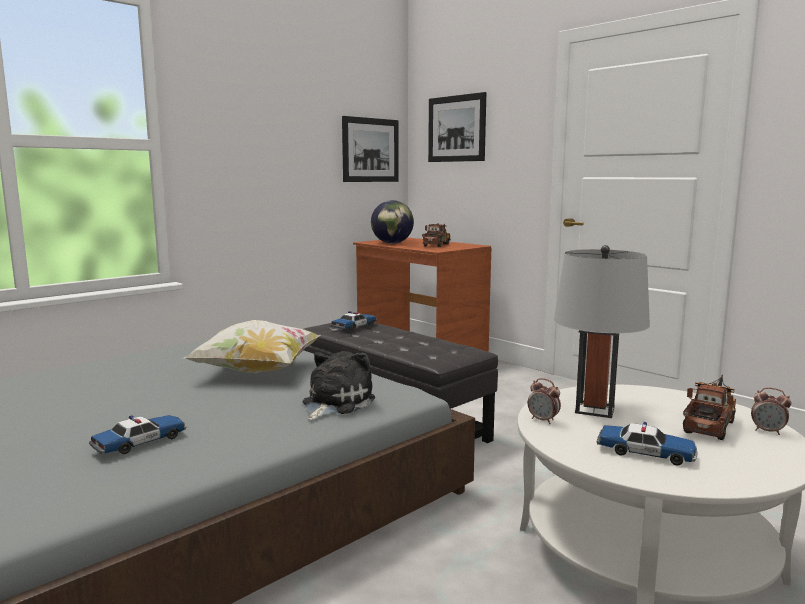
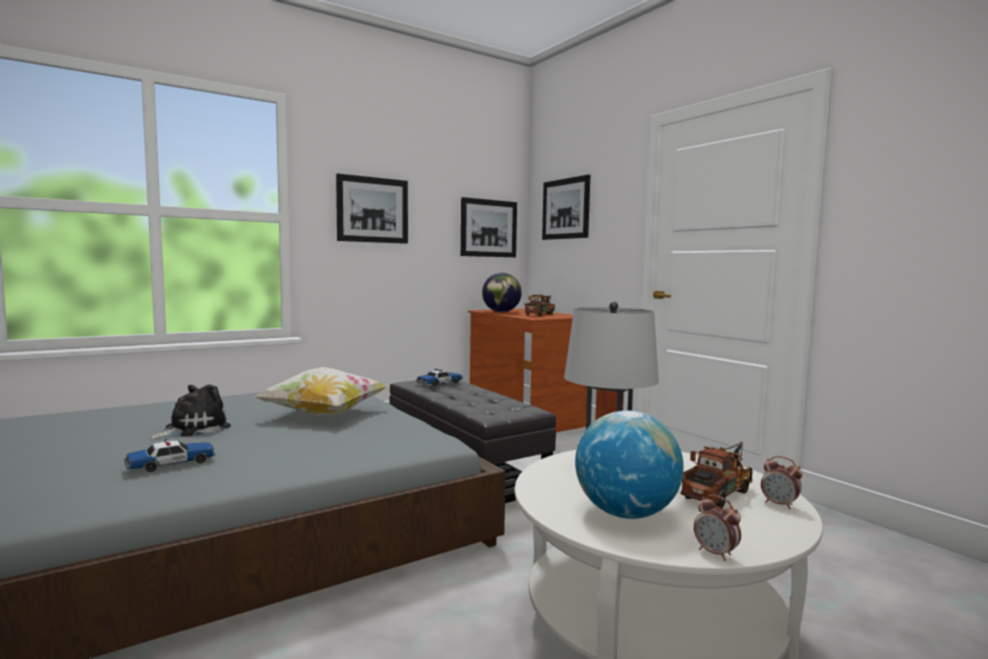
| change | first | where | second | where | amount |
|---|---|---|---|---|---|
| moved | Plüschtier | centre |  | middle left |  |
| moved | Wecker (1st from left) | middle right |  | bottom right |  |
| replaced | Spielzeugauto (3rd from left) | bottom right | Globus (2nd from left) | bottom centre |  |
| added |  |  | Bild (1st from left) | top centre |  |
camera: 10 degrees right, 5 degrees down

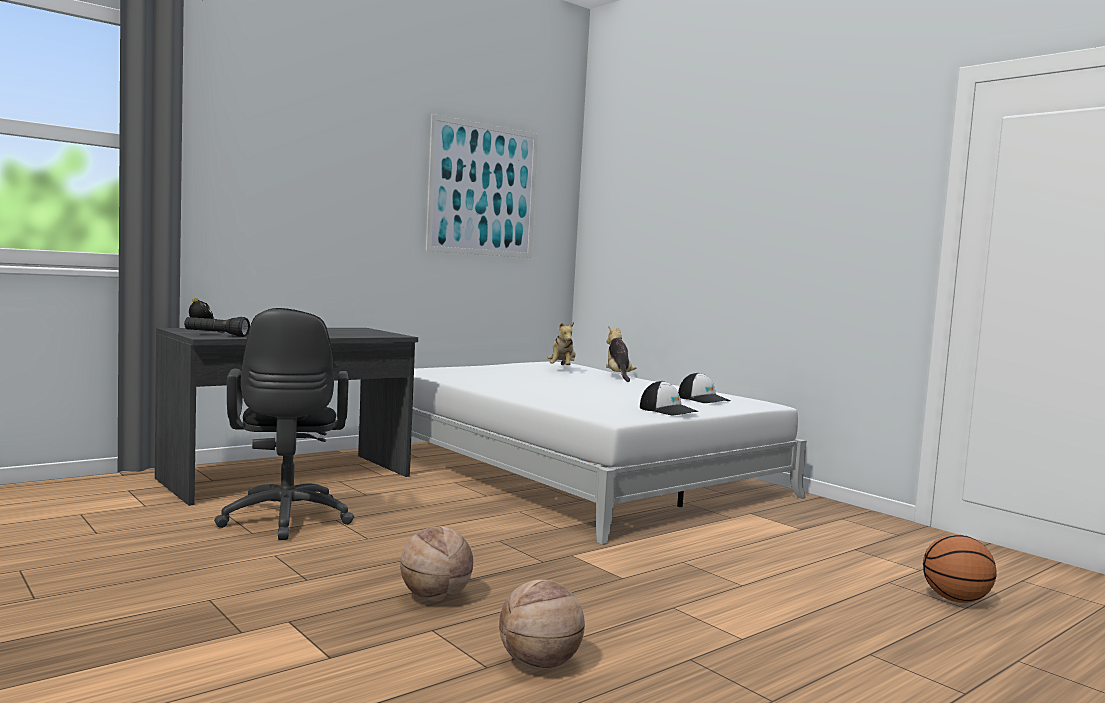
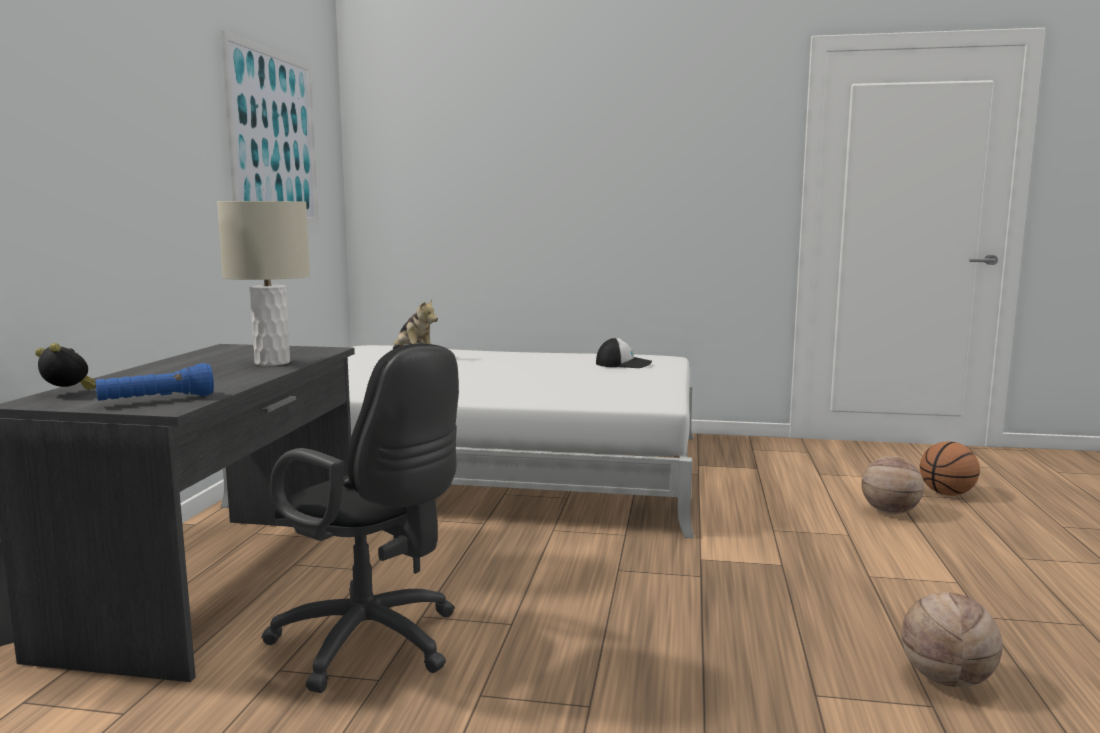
| change | first | where | second | where | amount |
|---|---|---|---|---|---|
| recoloured | Taschenlampe [schwarz] | middle left | Taschenlampe [blau] | middle left |  |
| moved | Basketball (1st from left) | bottom centre |  | middle right |  |
| removed | Plüschtier (2nd from left) | centre |  |  |  |
| removed | Kappe (1st from left) | centre |  |  |  |
| added |  |  | Tischlampe [beige] | middle left |  |
camera: 40 degrees left, 5 degrees up

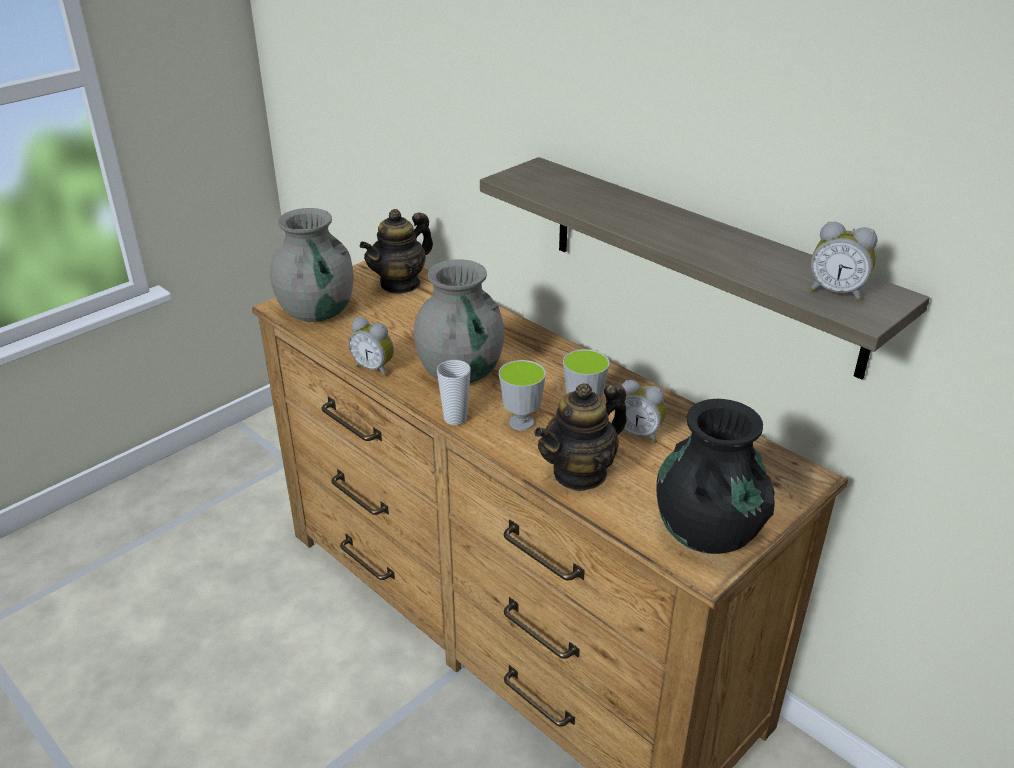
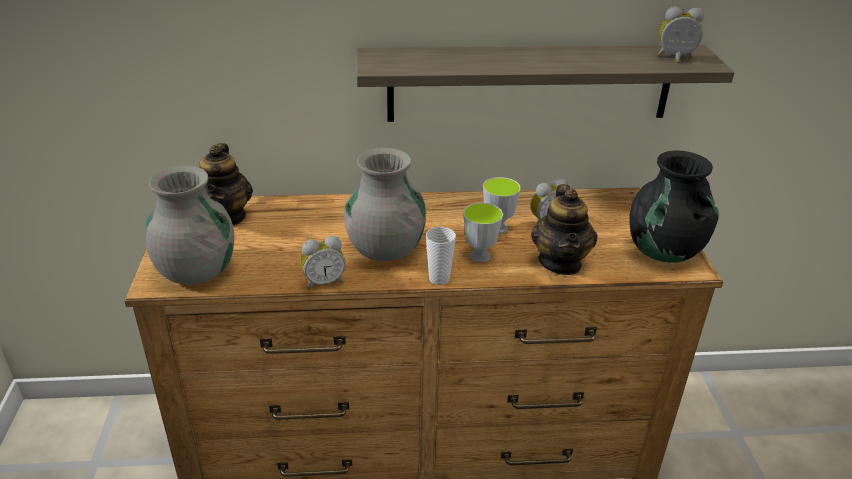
| change | first | where | second | where | amount |
|---|---|---|---|---|---|
| turned | Wecker (3rd from left) | middle right |  | top right | 150 degrees counterclockwise |
camera: 50 degrees left, 0 degrees up

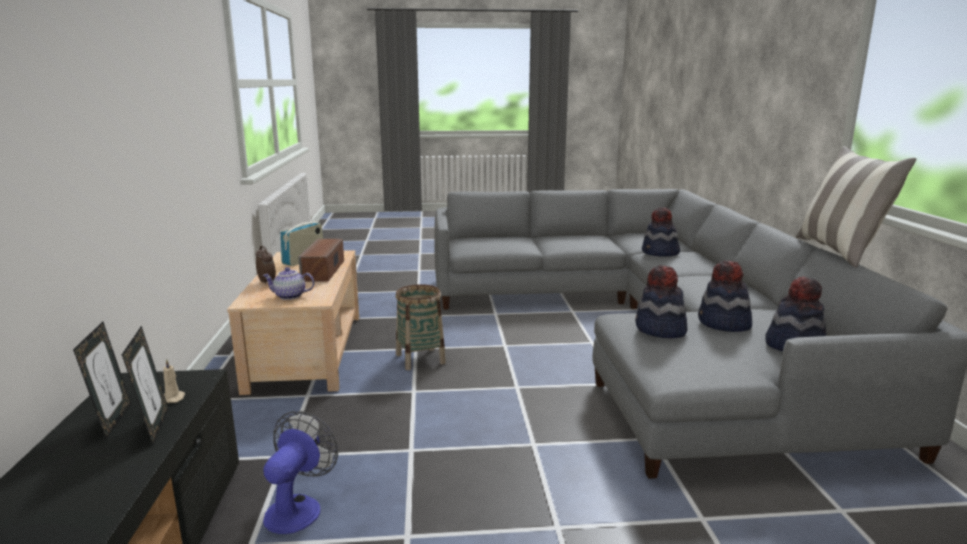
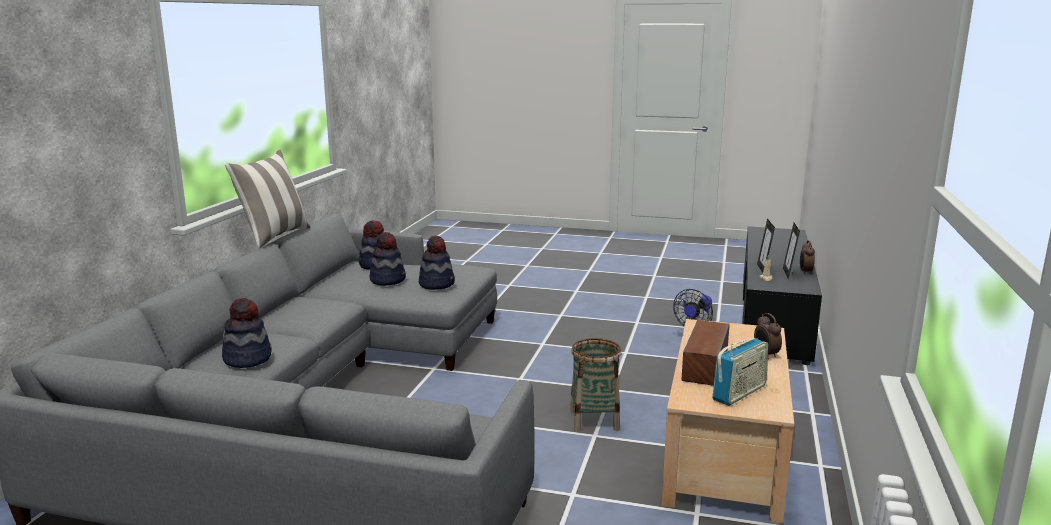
| change | first | where | second | where | amount |
|---|---|---|---|---|---|
| removed | Teekanne | middle left |  |  |  |
| added |  |  | Wecker (2nd from left) | middle right |  |
camera: 160 degrees left, 0 degrees up

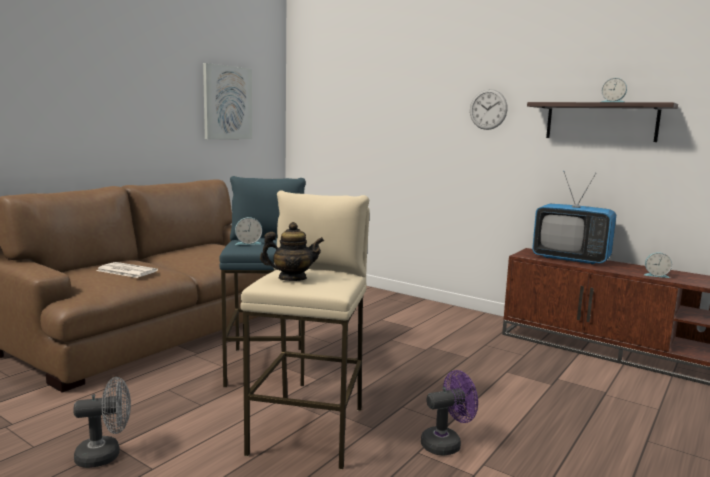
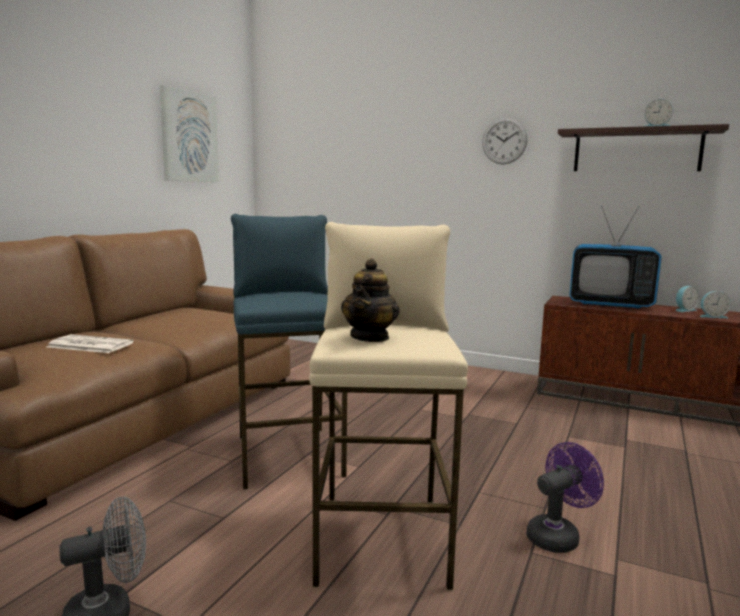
| change | first | where | second | where | amount |
|---|---|---|---|---|---|
| moved | Wecker (1st from left in the first image) | centre | Wecker (2nd from left) | middle right |  |
| turned | Teekanne | centre |  | centre | 120 degrees clockwise |
camera: 10 degrees left, 0 degrees up

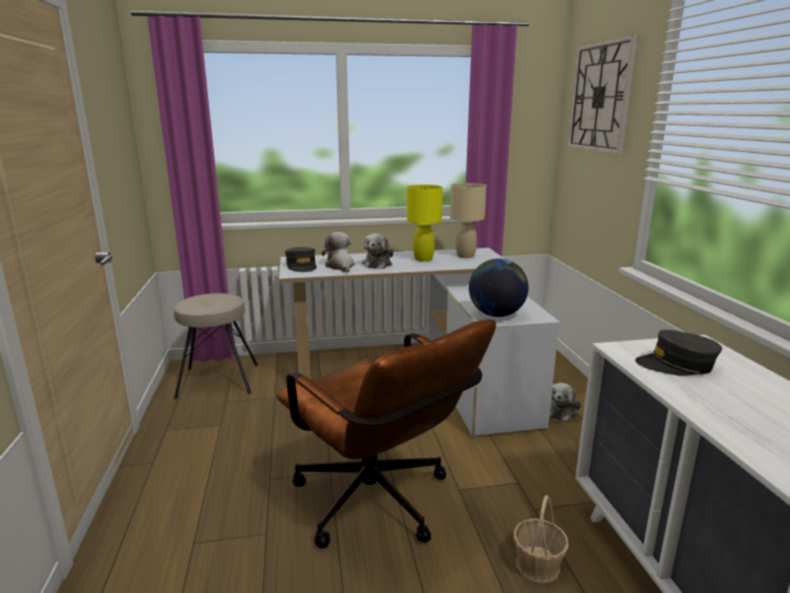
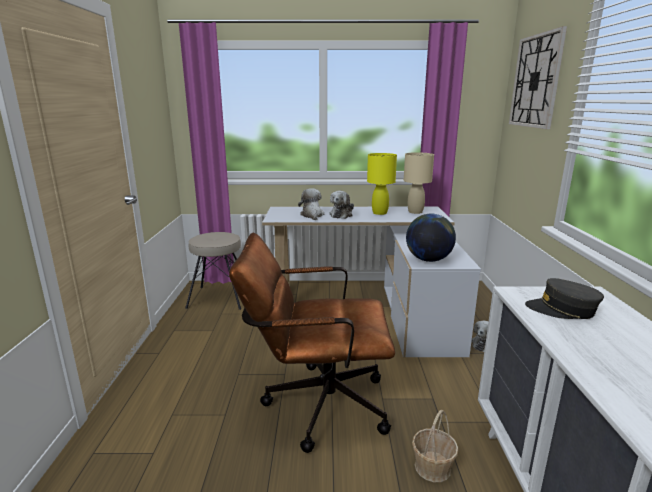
| change | first | where | second | where | amount |
|---|---|---|---|---|---|
| turned | Bürostuhl [braun] | bottom centre |  | bottom centre | 120 degrees clockwise |
| removed | Kappe [grau] (1st from left) | centre |  |  |  |
camera: 10 degrees right, 0 degrees up

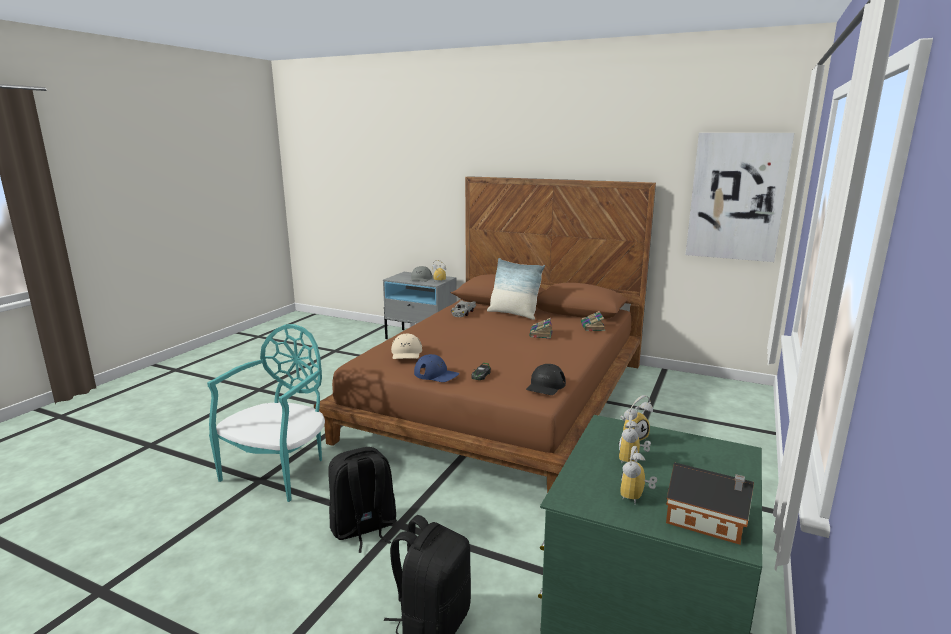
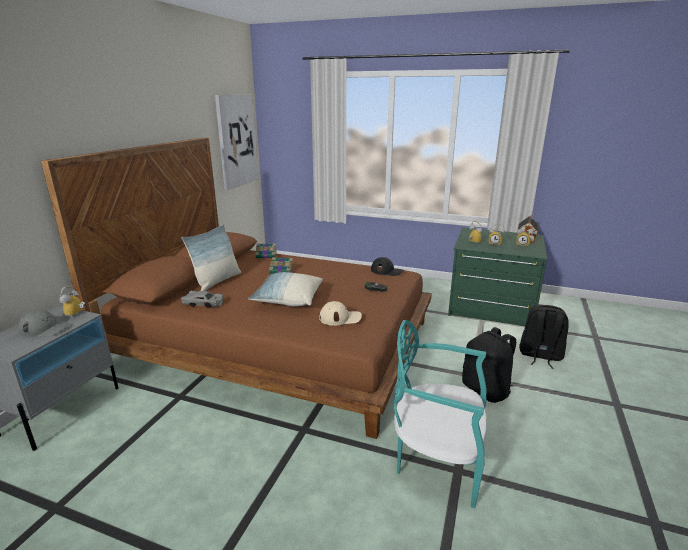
| change | first | where | second | where | amount |
|---|---|---|---|---|---|
| removed | Kappe [blau] | centre |  |  |  |
| added |  |  | Kissen (2nd from left) | centre |  |
camera: 95 degrees left, 5 degrees up

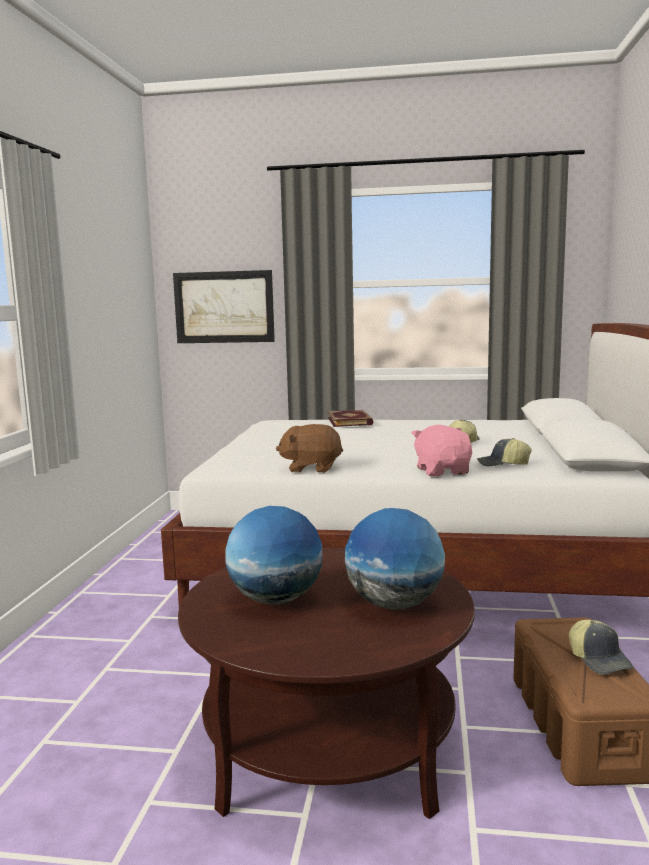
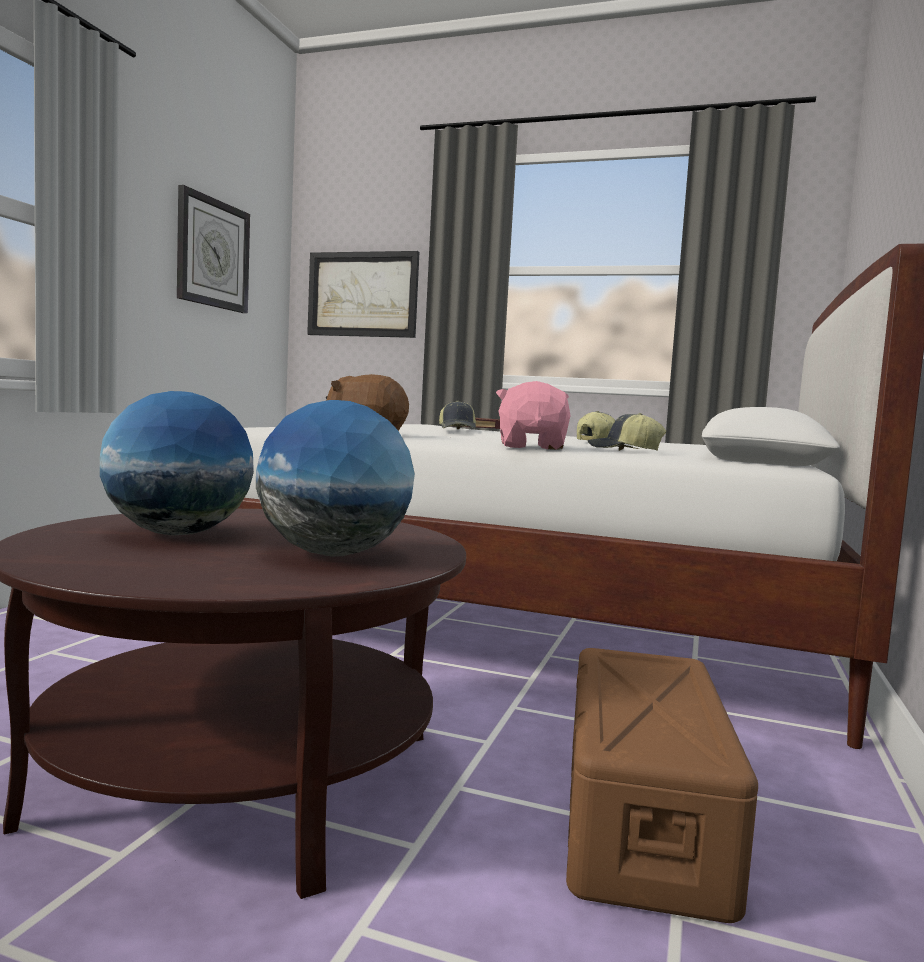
| change | first | where | second | where | amount |
|---|---|---|---|---|---|
| moved | Kappe (3rd from left in the first image) | bottom right | Kappe (1st from left) | centre |  |
| added |  |  | Wanduhr | top left |  |
camera: 10 degrees right, 5 degrees down

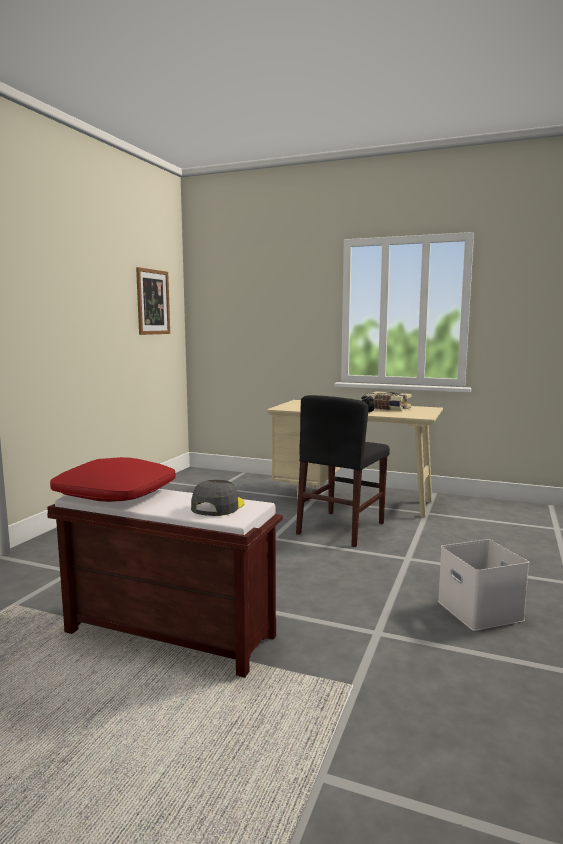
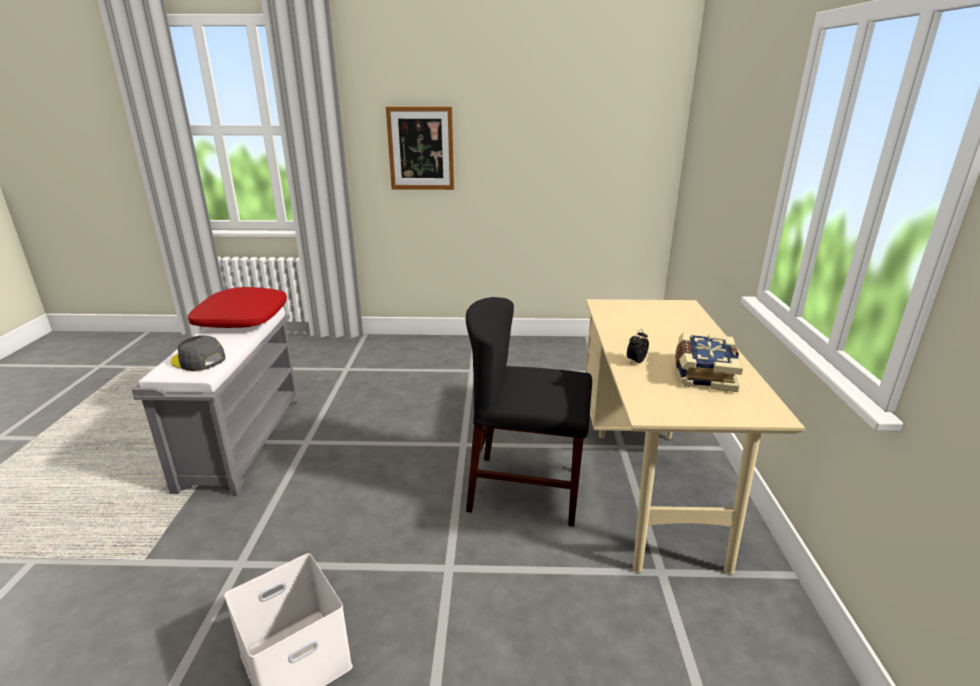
| change | first | where | second | where | amount |
|---|---|---|---|---|---|
| recoloured | Bank [braun] | bottom left | Bank [grau] | middle left |  |
| moved | Bild | middle left |  | top centre |  |
| turned | Kappe [grau] | centre |  | middle left | 150 degrees counterclockwise |
camera: 70 degrees right, 15 degrees up

